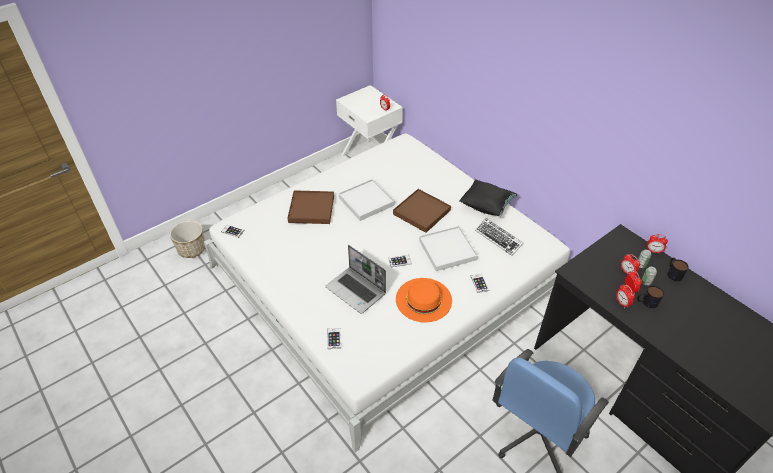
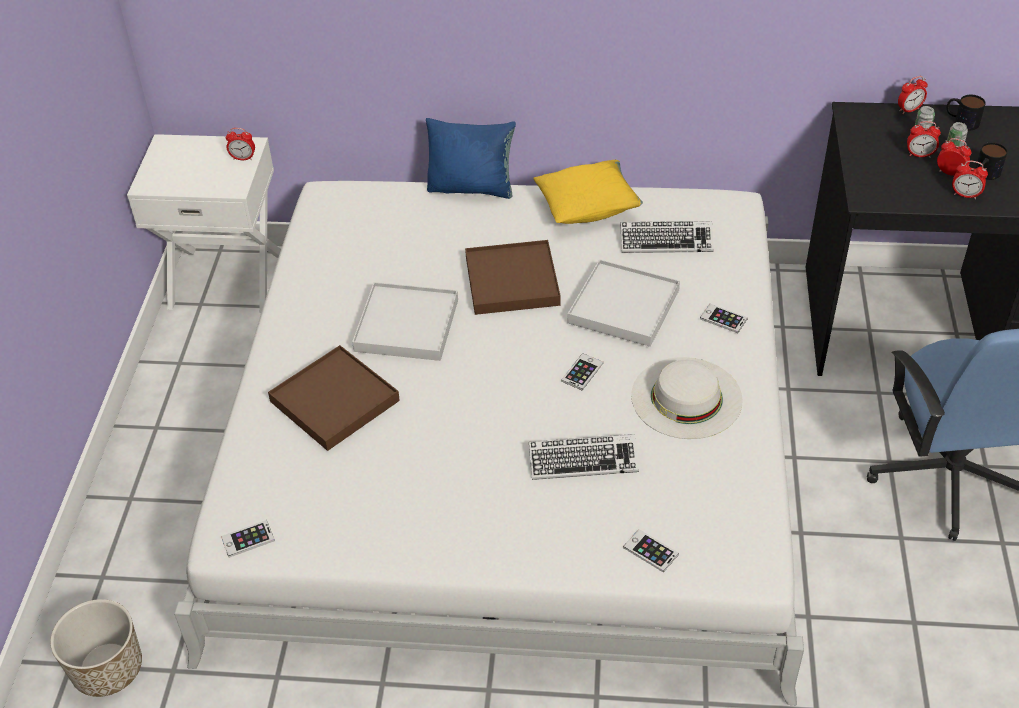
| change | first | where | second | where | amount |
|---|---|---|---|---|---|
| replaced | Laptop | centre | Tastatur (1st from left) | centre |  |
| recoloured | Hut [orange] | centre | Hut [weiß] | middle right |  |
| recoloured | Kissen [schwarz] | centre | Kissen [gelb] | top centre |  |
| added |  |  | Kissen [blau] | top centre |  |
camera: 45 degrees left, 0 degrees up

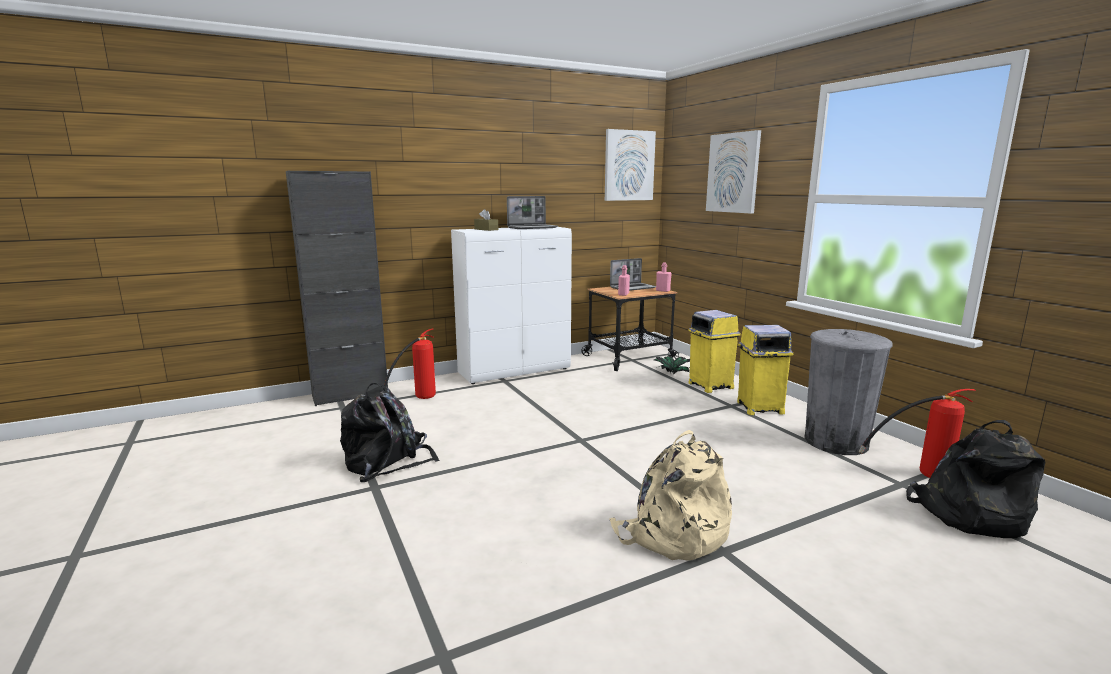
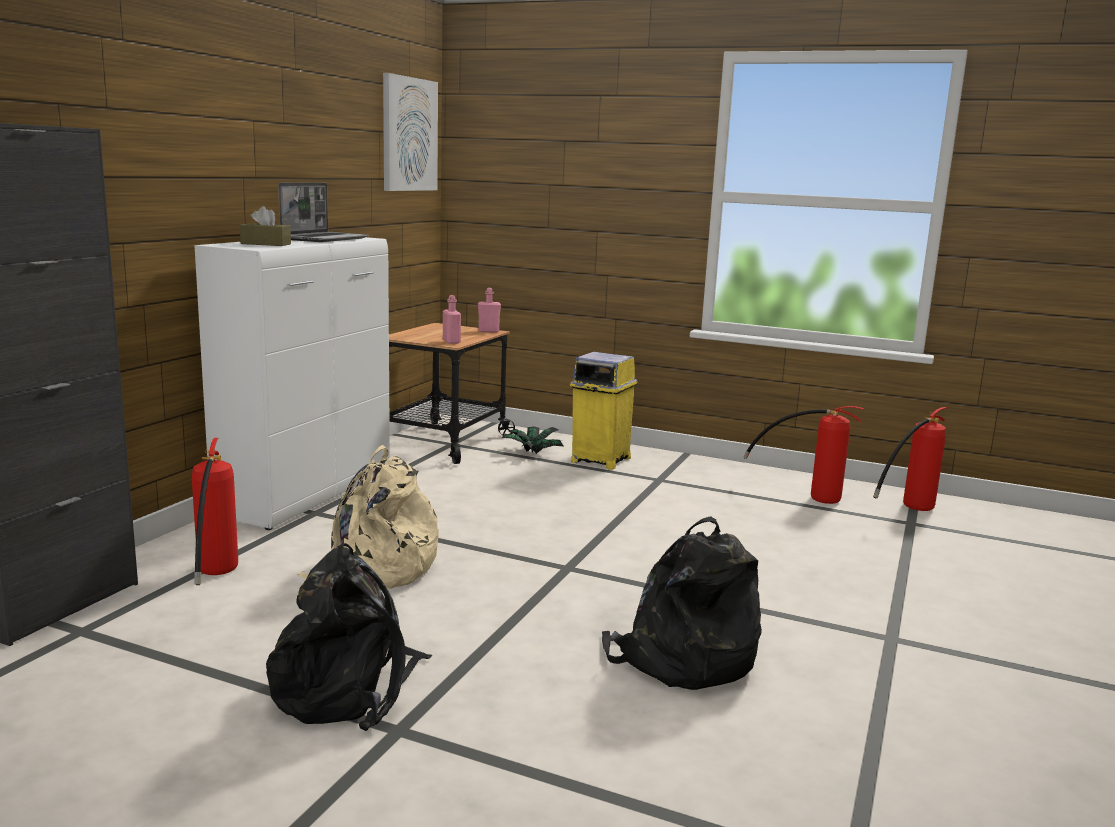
| change | first | where | second | where | amount |
|---|---|---|---|---|---|
| moved | Rucksack [beige] | bottom centre |  | middle left |  |
| removed | Laptop (2nd from left) | centre |  |  |  |
| removed | Bild (2nd from left) | top centre |  |  |  |
| removed | Mülleimer [gelb] (2nd from left) | middle right |  |  |  |
| replaced | Mülleimer [grau] | middle right | Feuerlöscher (2nd from left) | middle right |  |
| moved | Rucksack [schwarz] (2nd from left) | bottom right |  | bottom centre |  |
camera: 40 degrees left, 0 degrees up

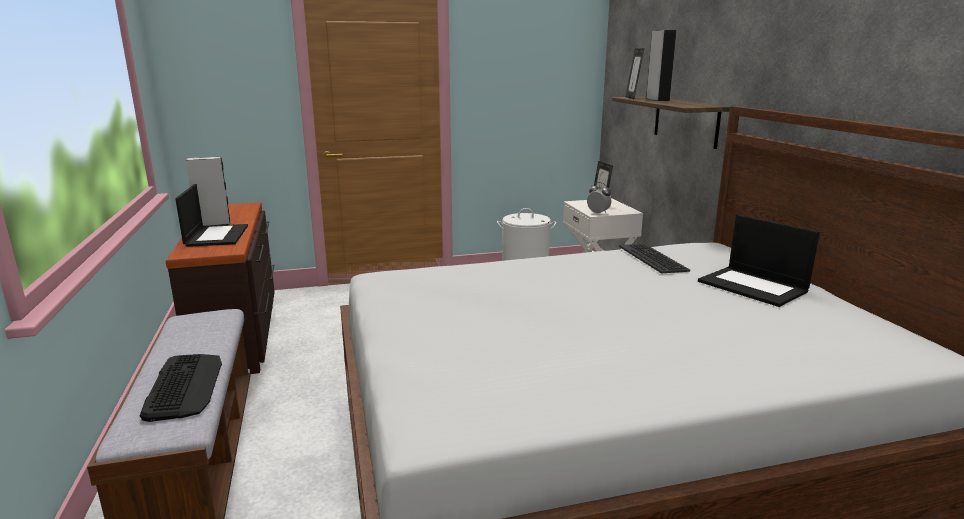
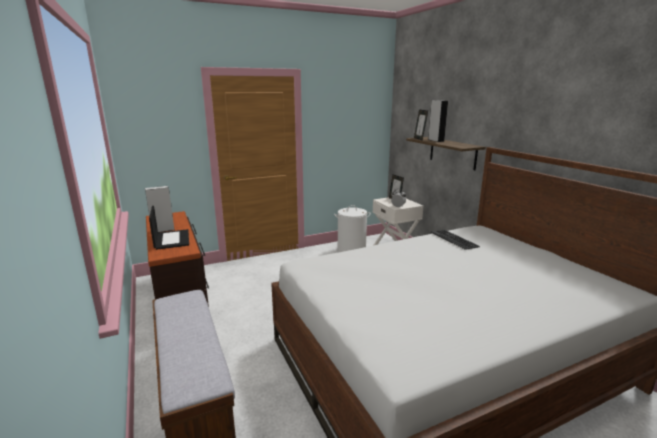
| change | first | where | second | where | amount |
|---|---|---|---|---|---|
| removed | Tastatur (1st from left) | bottom left |  |  |  |
| removed | Laptop (2nd from left) | middle right |  |  |  |
camera: 10 degrees left, 0 degrees up

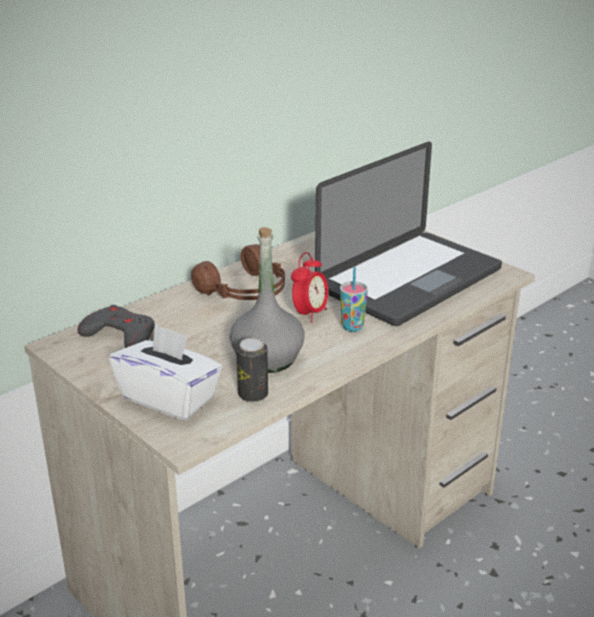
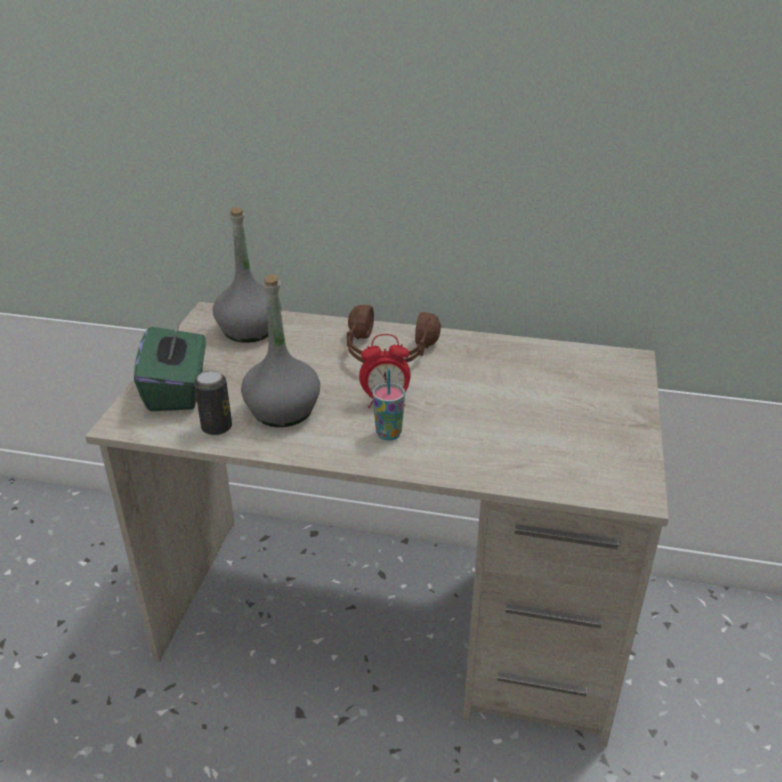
| change | first | where | second | where | amount |
|---|---|---|---|---|---|
| replaced | Gamepad [grau] | middle left | Flasche [grau] (1st from left) | middle left |  |
| recoloured | Taschentuchbox [weiß] | middle left | Taschentuchbox [grün] | middle left |  |
| removed | Laptop | middle right |  |  |  |
camera: 55 degrees right, 5 degrees up

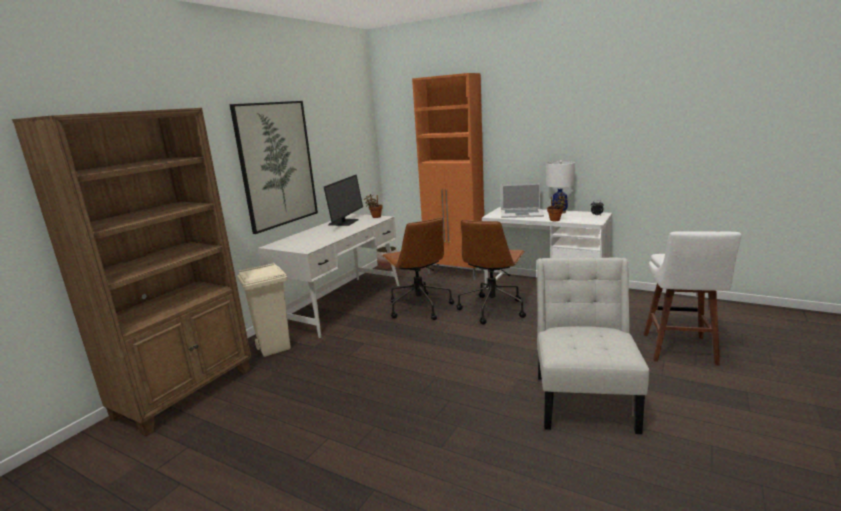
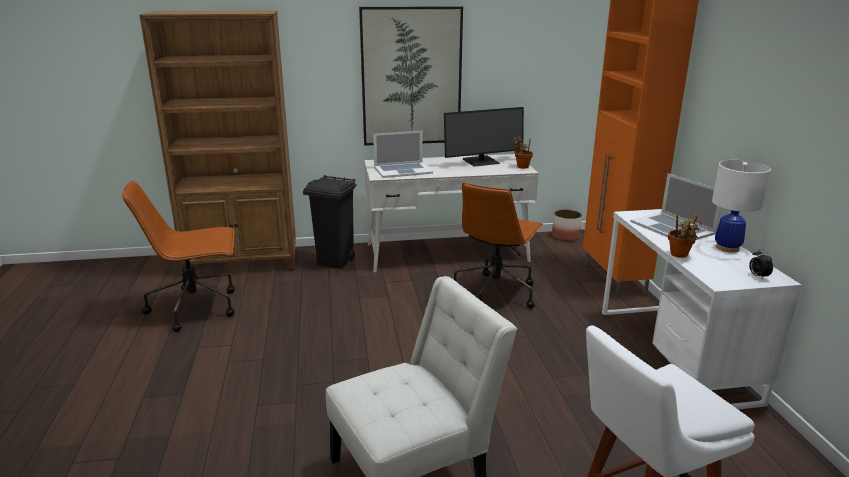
| change | first | where | second | where | amount |
|---|---|---|---|---|---|
| recoloured | Mülleimer [beige] | middle left | Mülleimer [schwarz] | centre |  |
| moved | Bürostuhl [braun] (2nd from left in the first image) | centre | Bürostuhl [braun] (1st from left) | middle left |  |
| added |  |  | Laptop (1st from left) | top centre |  |
camera: 50 degrees right, 5 degrees up

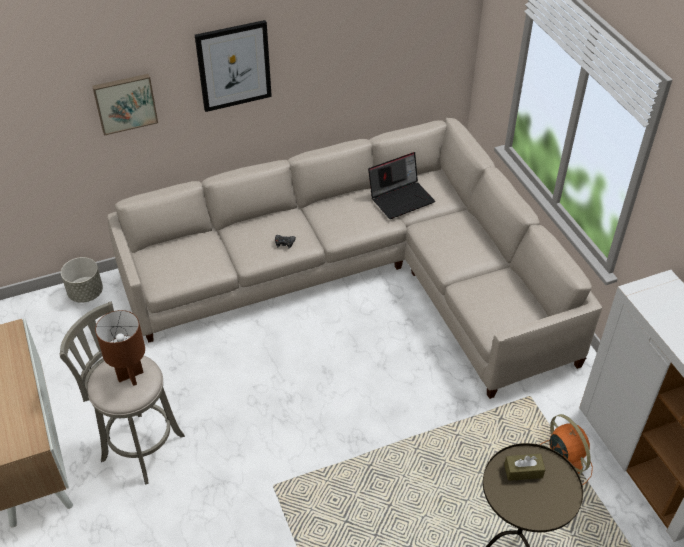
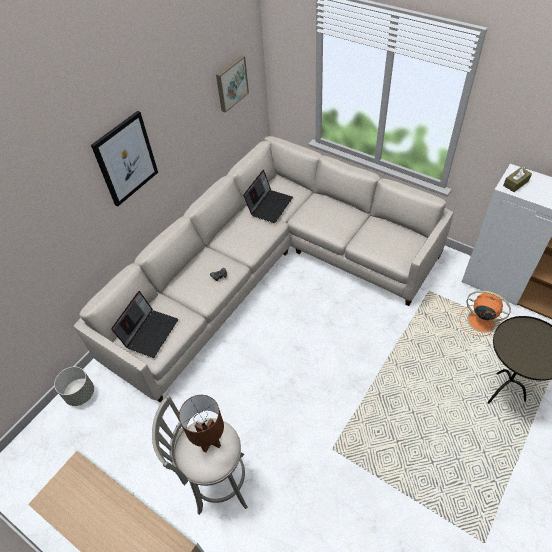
| change | first | where | second | where | amount |
|---|---|---|---|---|---|
| moved | Bild (1st from left in the first image) | top left | Bild (2nd from left) | top centre |  |
| moved | Taschentuchbox [braun] | bottom right |  | top right |  |
| added |  |  | Laptop (1st from left) | middle left |  |
camera: 30 degrees left, 5 degrees up

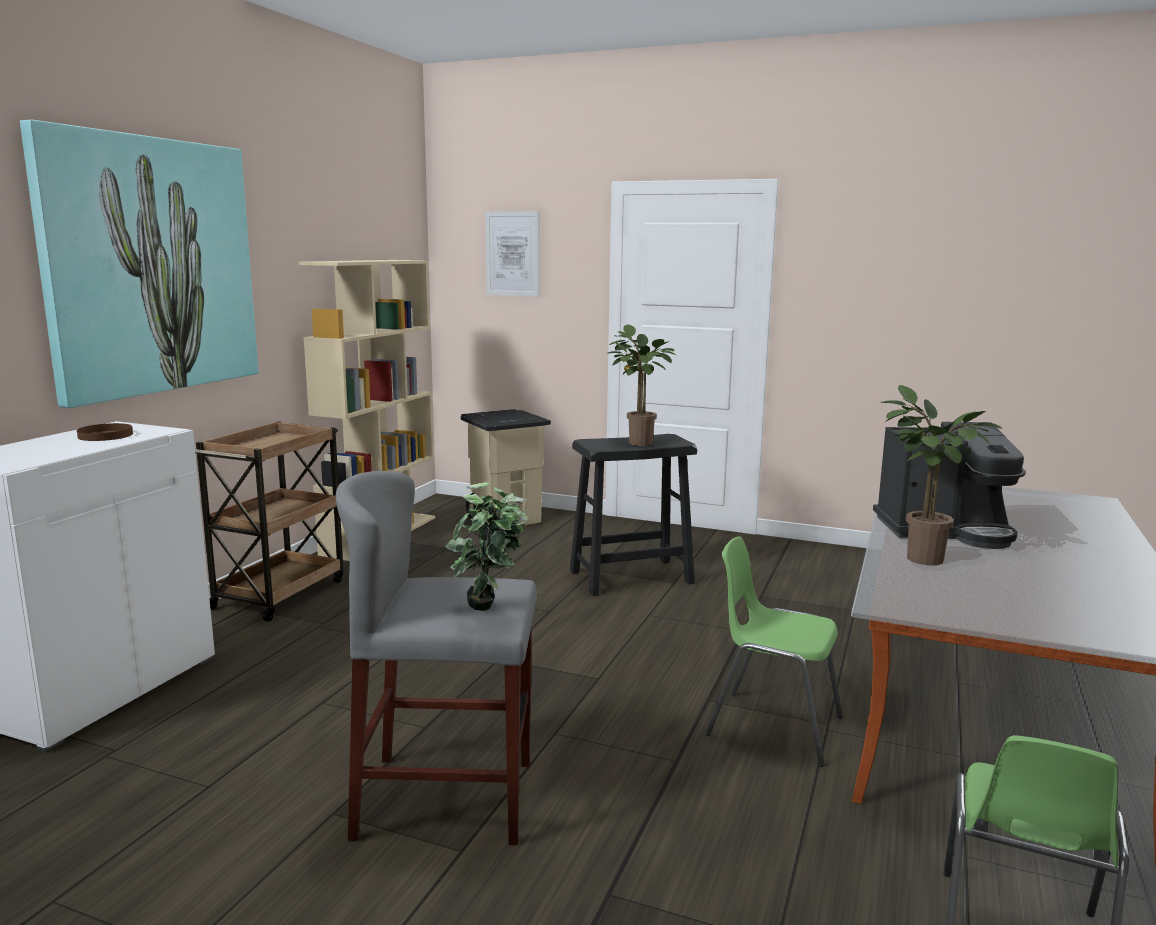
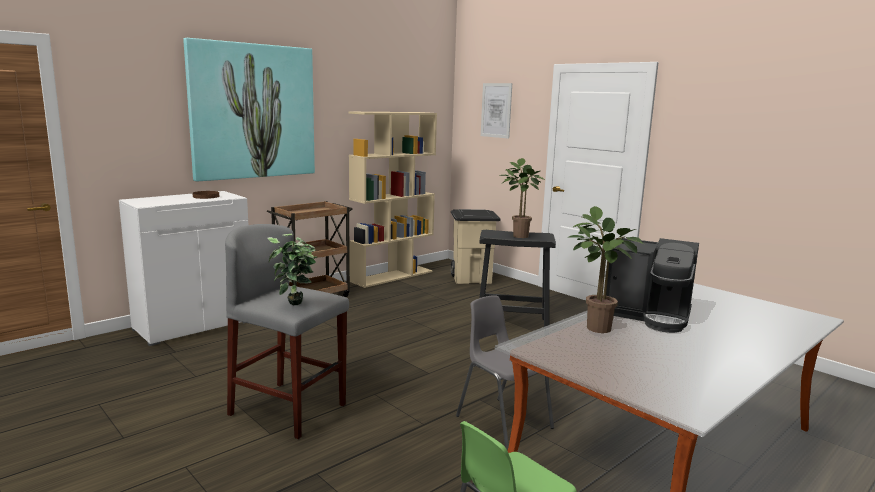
| change | first | where | second | where | amount |
|---|---|---|---|---|---|
| recoloured | Stuhl [grün] (1st from left) | bottom right | Stuhl [grau] | bottom centre |  |
camera: 25 degrees right, 0 degrees up

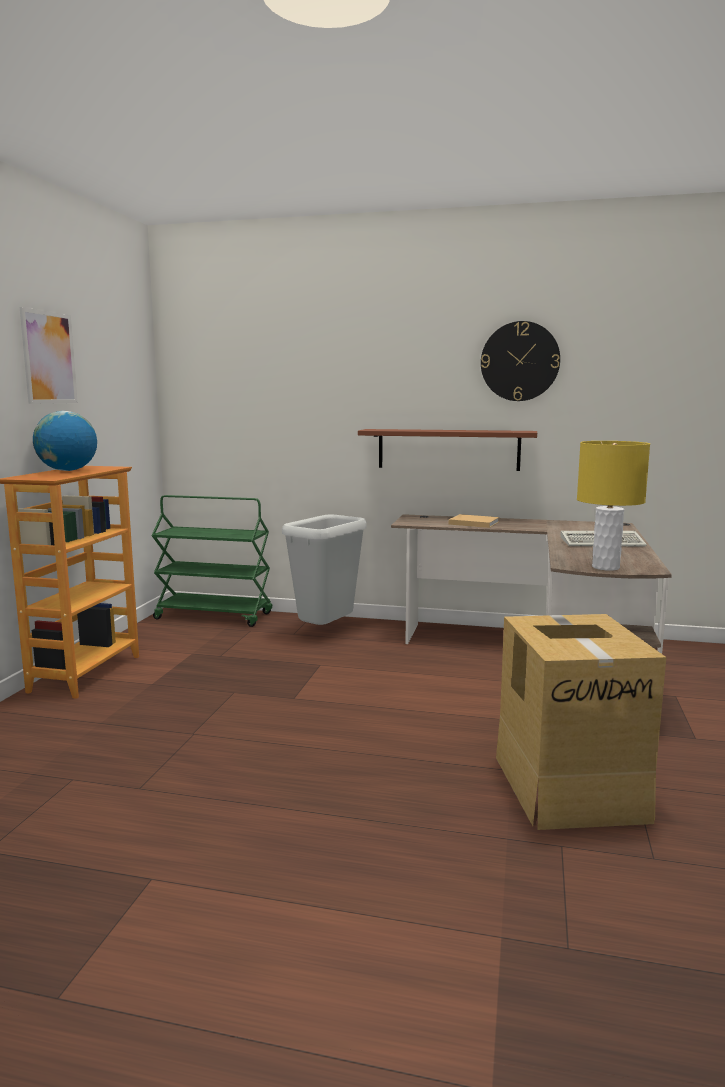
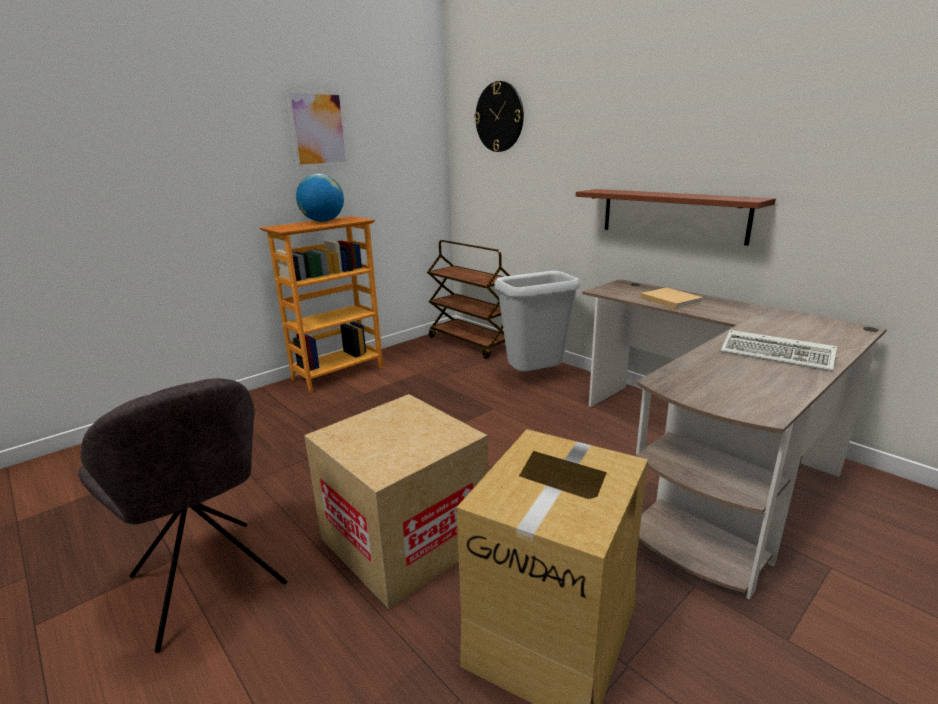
| change | first | where | second | where | amount |
|---|---|---|---|---|---|
| recoloured | Rollwagen [grün] | middle left | Rollwagen [braun] | centre |  |
| moved | Wanduhr | top right |  | top centre |  |
| removed | Tischlampe [gelb] | middle right |  |  |  |
| added |  |  | Stuhl [grau] | bottom left |  |
| added |  |  | Karton (1st from left) | bottom centre |  |
camera: 35 degrees right, 10 degrees up

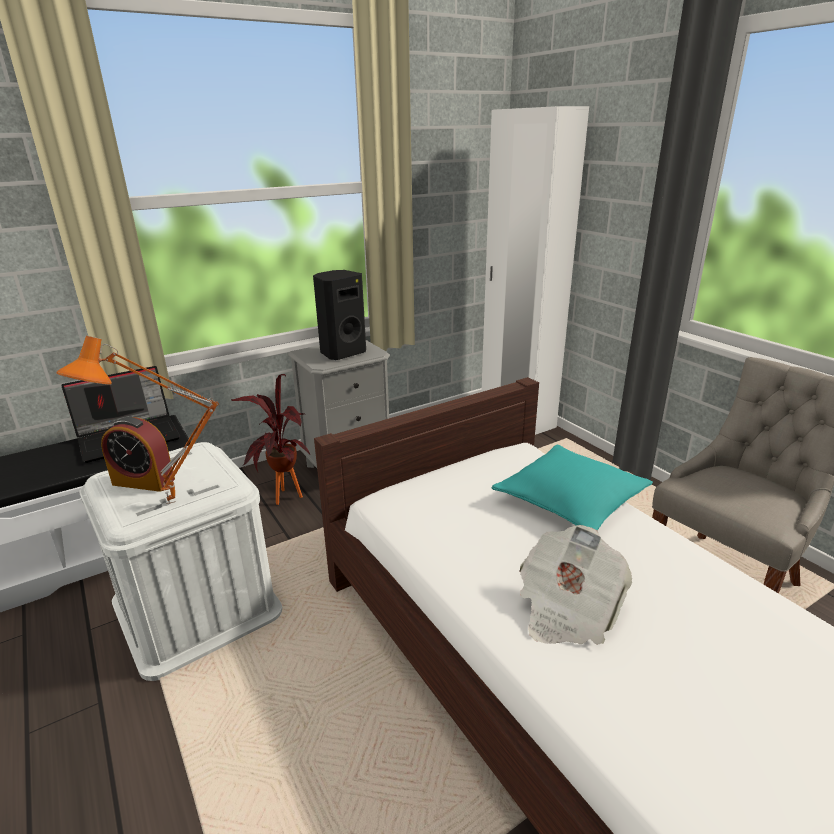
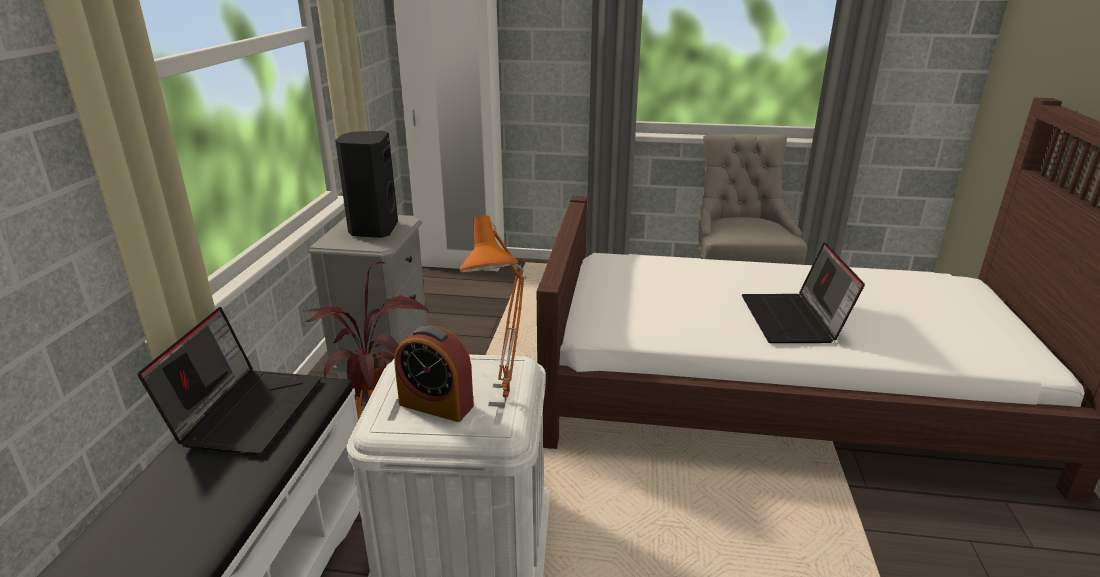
| change | first | where | second | where | amount |
|---|---|---|---|---|---|
| turned | Wecker | middle left |  | centre | 60 degrees clockwise |
| removed | Kissen [türkis] | middle right |  |  |  |
| replaced | Zeitung | bottom right | Laptop (2nd from left) | middle right |  |
camera: 50 degrees left, 0 degrees up

